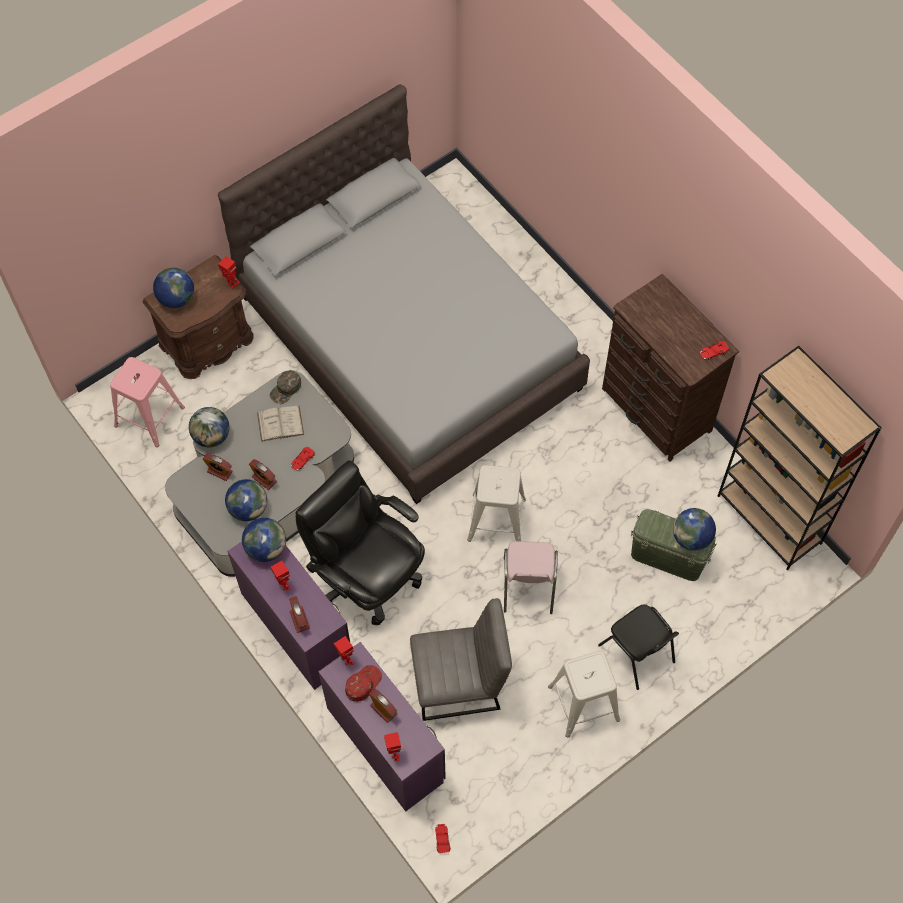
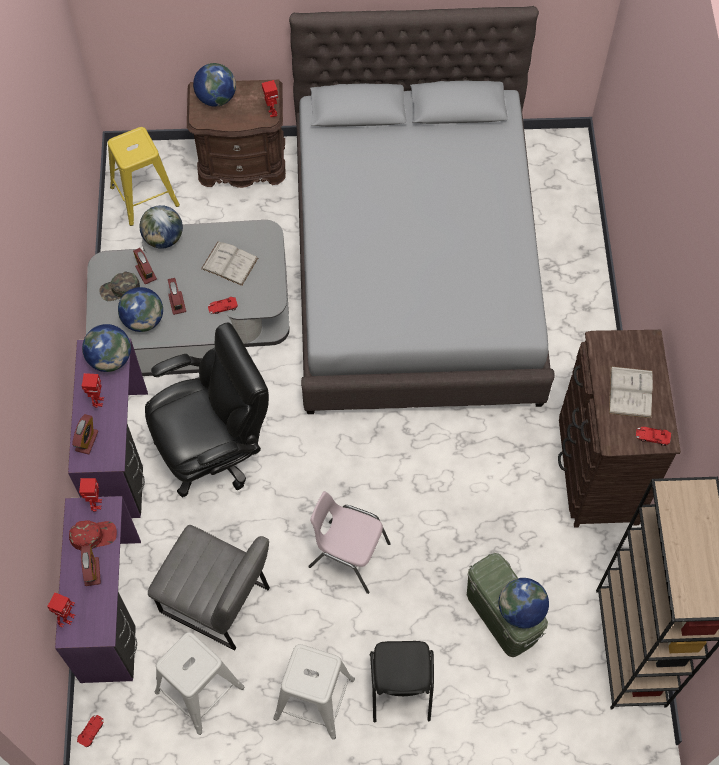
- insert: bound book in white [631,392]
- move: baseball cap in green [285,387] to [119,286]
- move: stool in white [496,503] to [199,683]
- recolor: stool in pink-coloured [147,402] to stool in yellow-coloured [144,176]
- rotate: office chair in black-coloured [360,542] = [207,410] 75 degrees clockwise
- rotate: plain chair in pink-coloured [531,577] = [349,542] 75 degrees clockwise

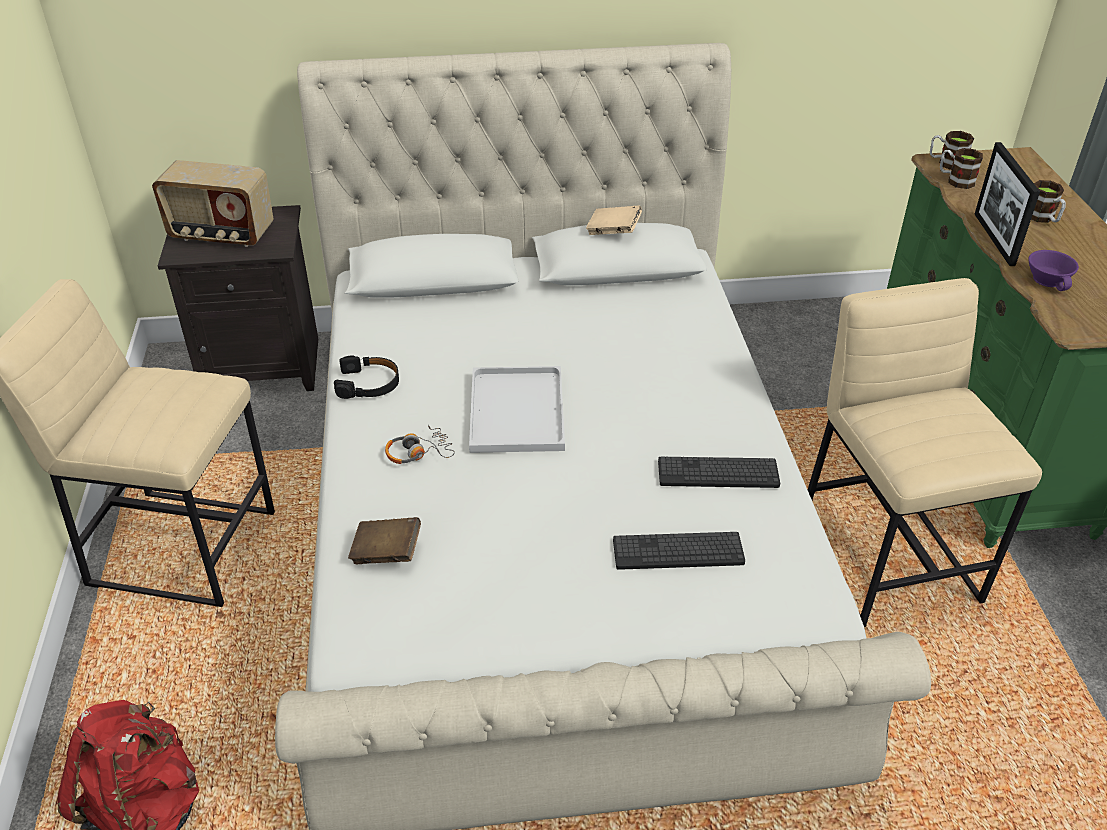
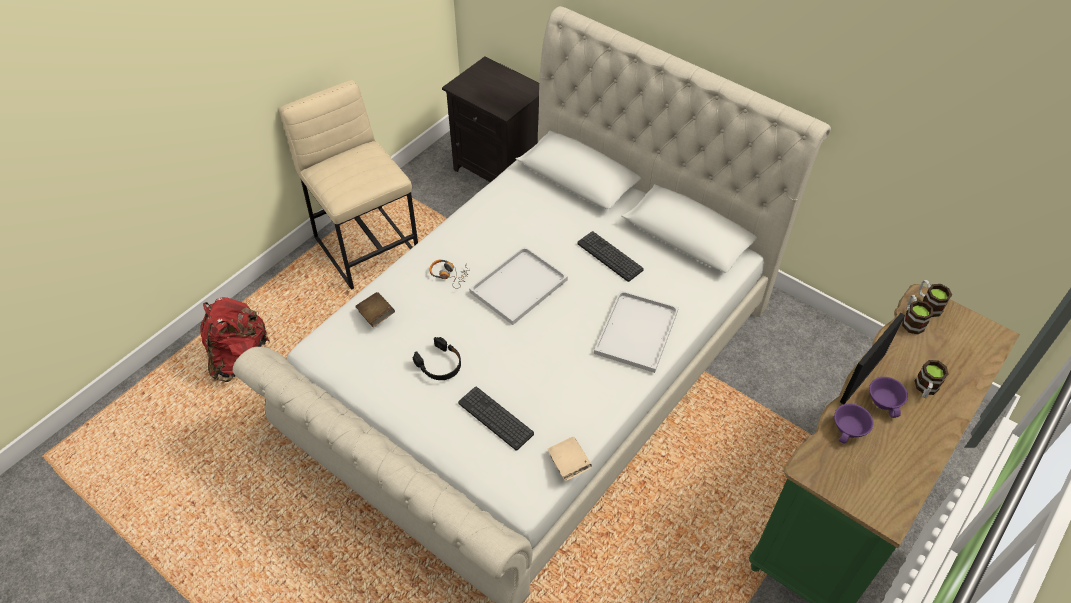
- delete: radio [213,203]
- delete: plain chair in beige-coloured [925,452]
- insert: tray in white [636,331]
- insert: drinking cup in purple-coloured [888,397]
- move: headphones in black-coloured [366,377] to [437,358]
- move: bound book in beige-coloured [614,220] to [569,459]
- move: keyboard [719,472] to [610,256]

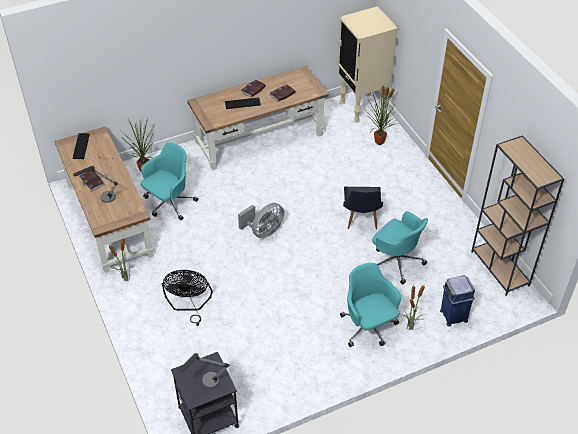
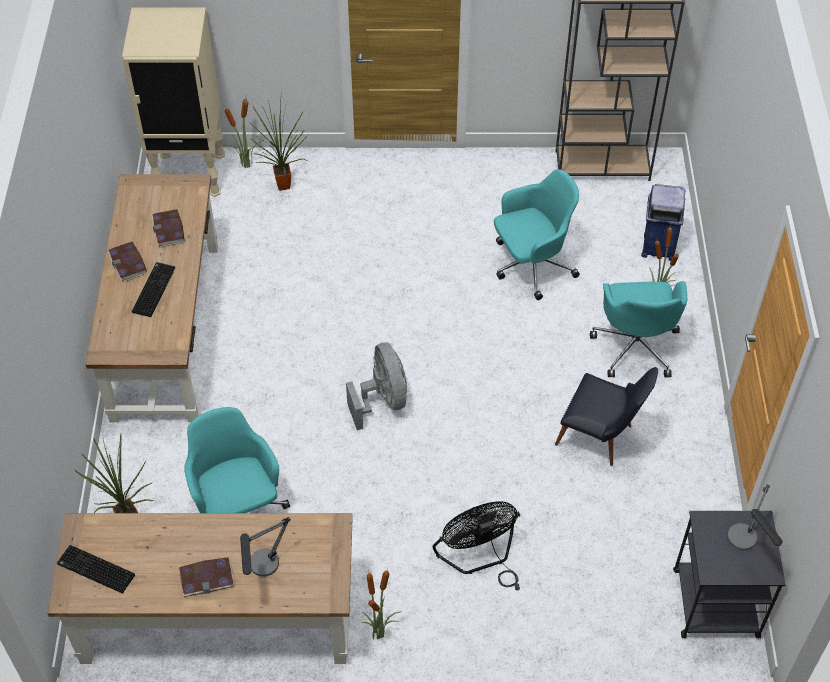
- move: plain chair in black-coloured [363,207] to [606,416]
- rotate: fan in black-coloured [187,298] = [476,546] 45 degrees clockwise
- rotate: office chair in turquoise-coloured [370,305] = [639,329] 90 degrees counterclockwise

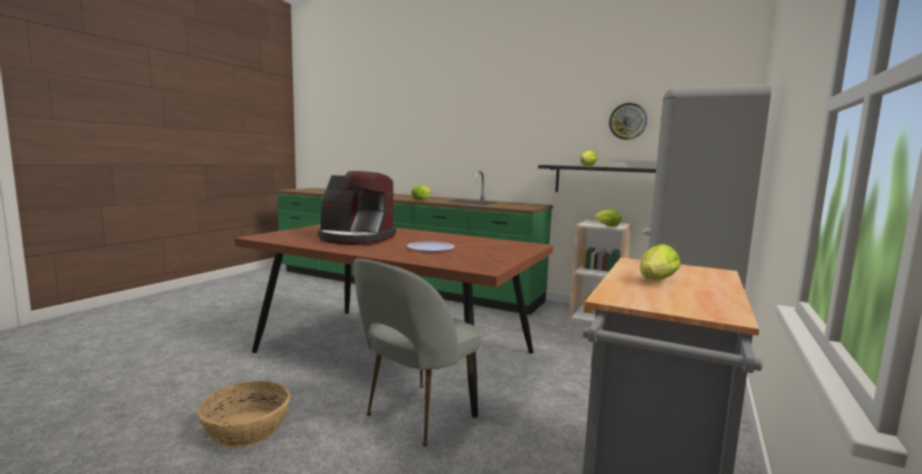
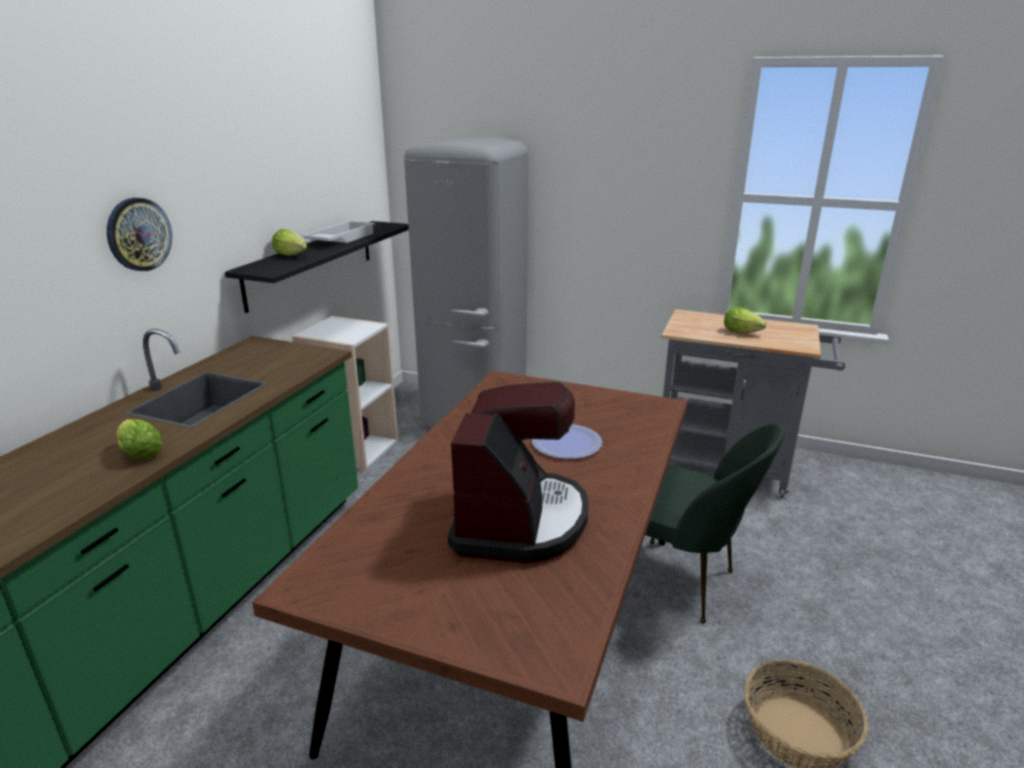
- delete: head of lettuce [607,218]
- move: clock on the wall [628,121] to [139,234]
- recolor: plain chair in gray [417,352] to plain chair in green [715,523]

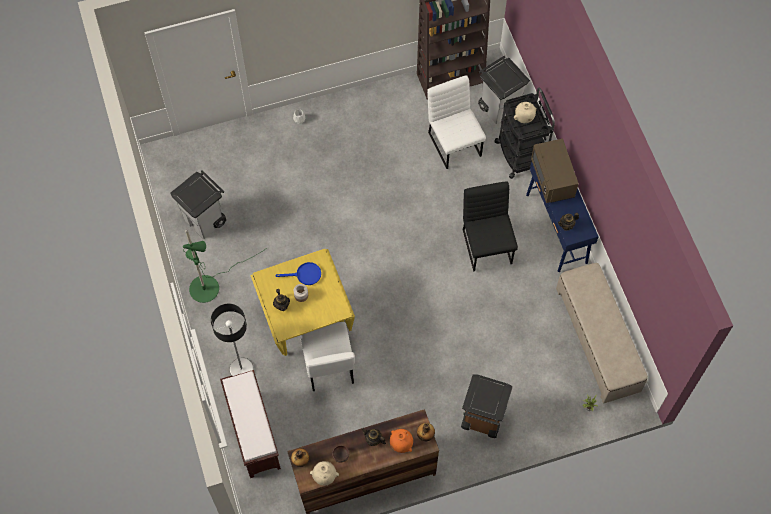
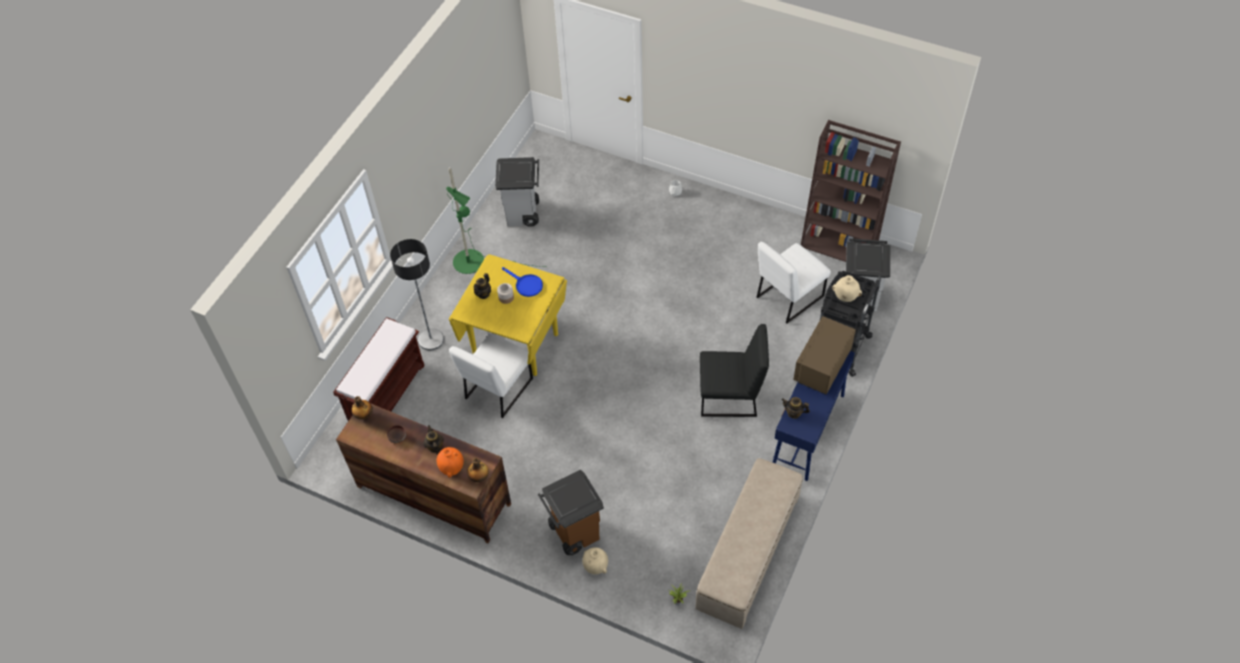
- move: decorative vase in beige-coloured [324,473] to [595,561]
- rotate: plain chair in white [456,122] = [794,282] 150 degrees counterclockwise
- rotate: plain chair in black-coloured [490,226] = [734,370] 60 degrees clockwise

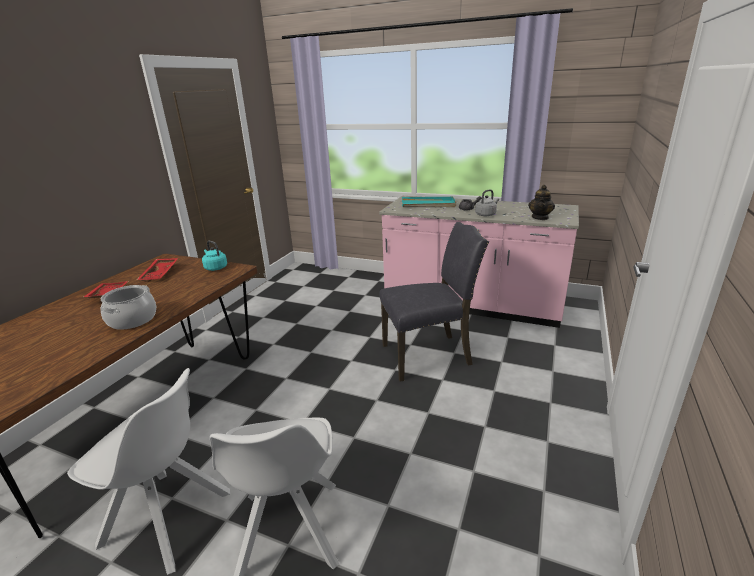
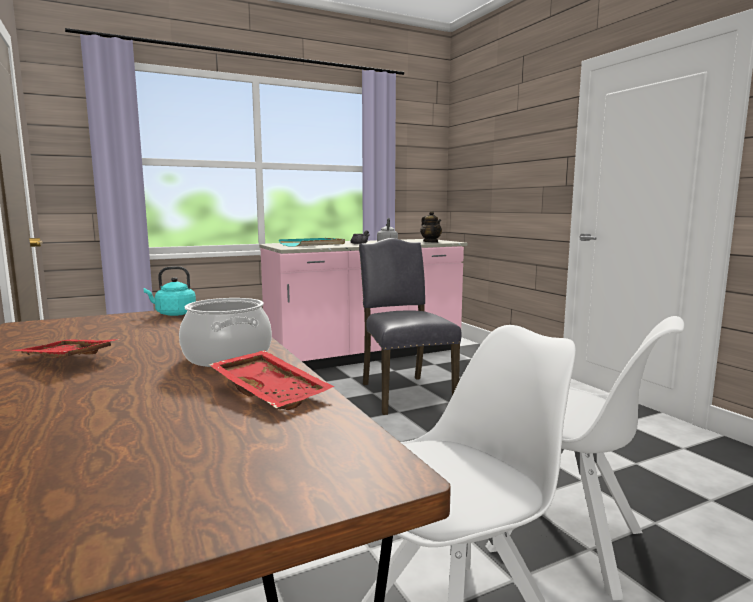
- move: tray in red [157,270] to [271,380]
- rotate: plain chair in gray [434,302] = [410,326] 45 degrees counterclockwise

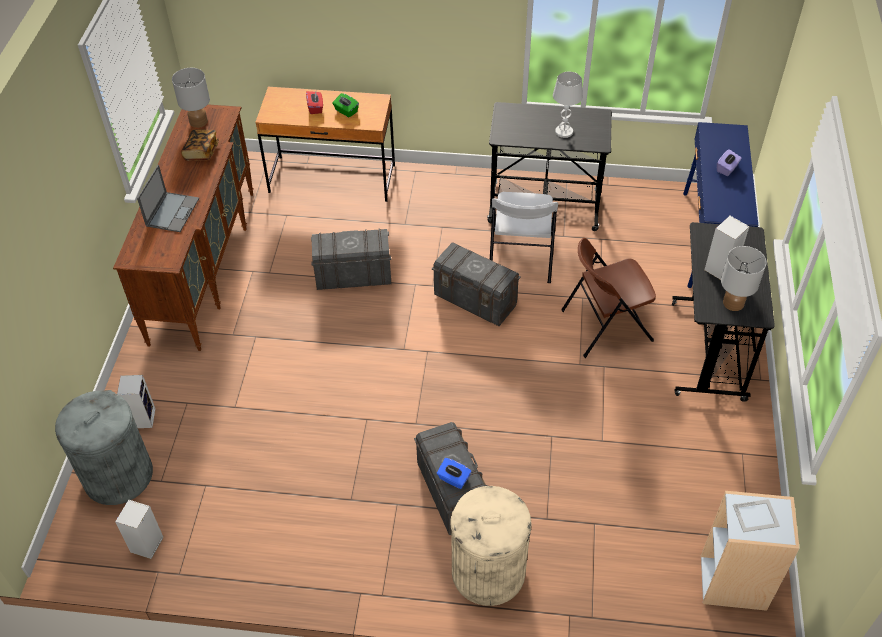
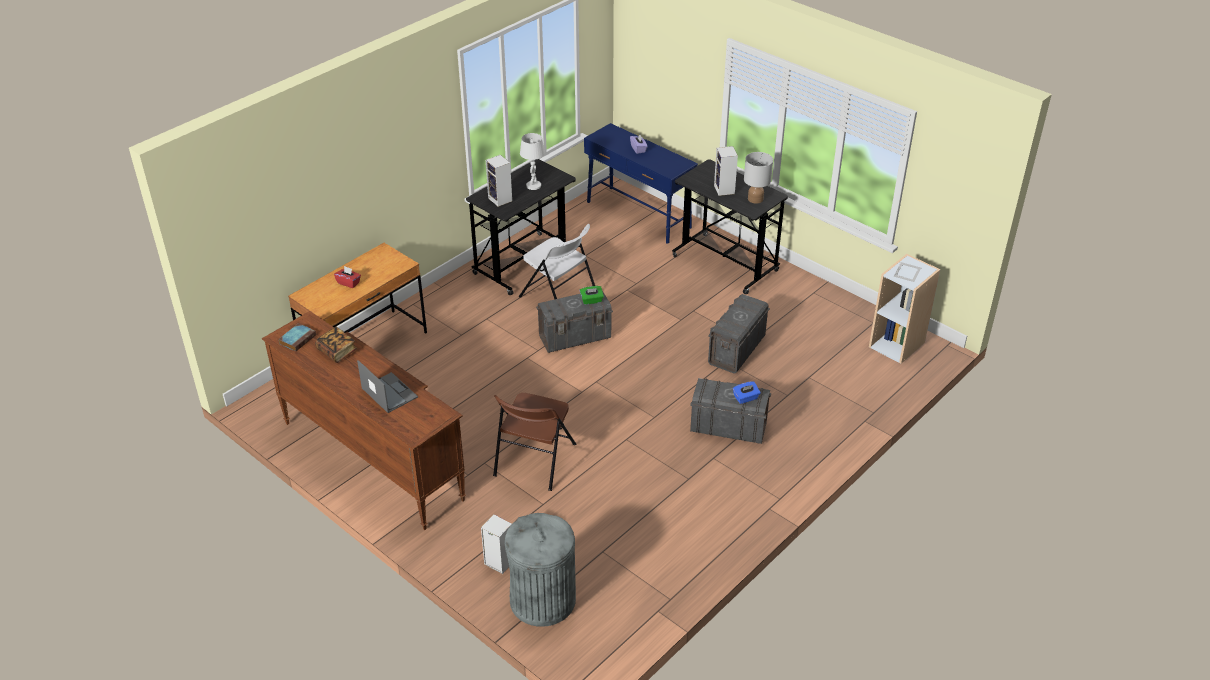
- delete: rubbish bin in beige-coloured [491,546]
- move: speaker [139,529] to [499,181]
- move: storage bin in gray [351,259] to [739,334]
- move: box of tissues in green [345,105] to [592,295]
- move: plain chair in brown-coloured [608,298] to [534,442]
- replace: table lamp in gray [191,98] to bound book [297,337]

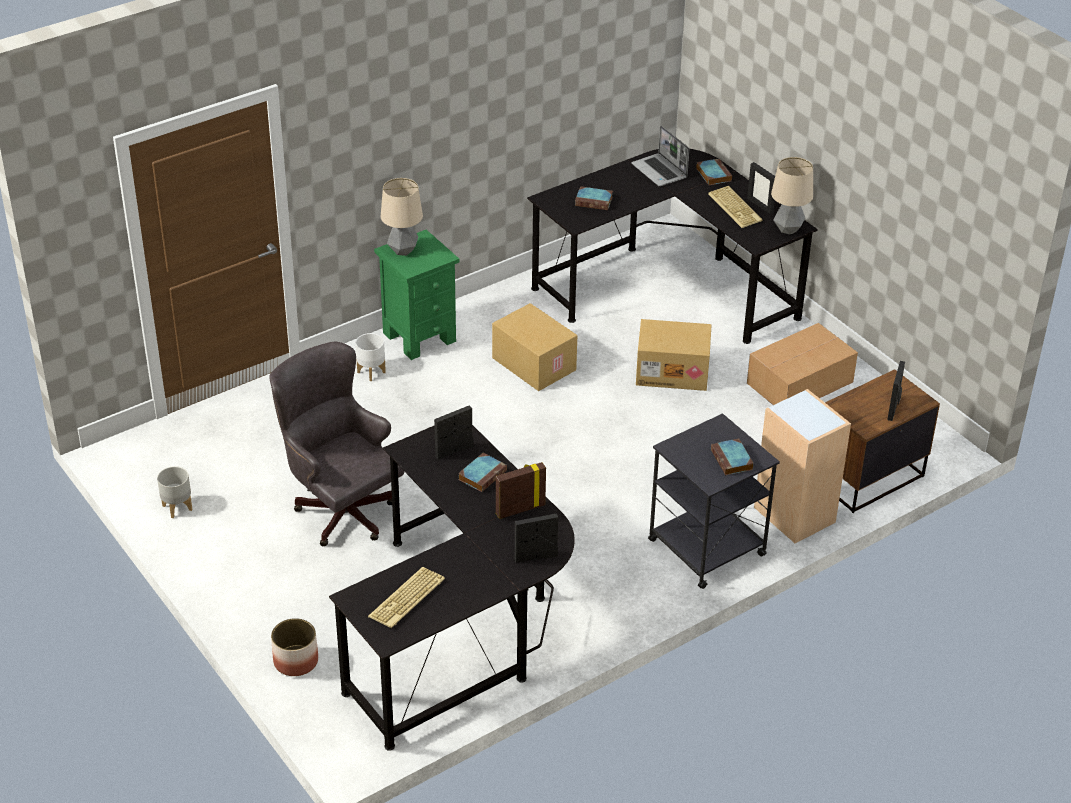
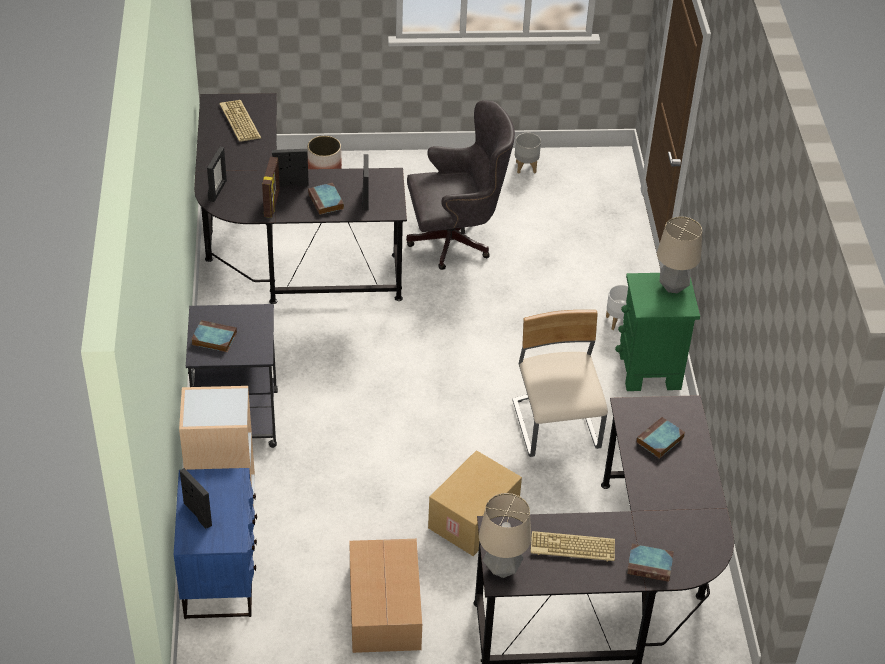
- delete: laptop [660,156]
- move: photo frame [761,188] to [290,167]
- replace: carton [534,347] to plain chair in beige-coloured [560,383]
- recolor: bedside table in brown-coloured [882,441] to bedside table in blue-coloured [215,543]

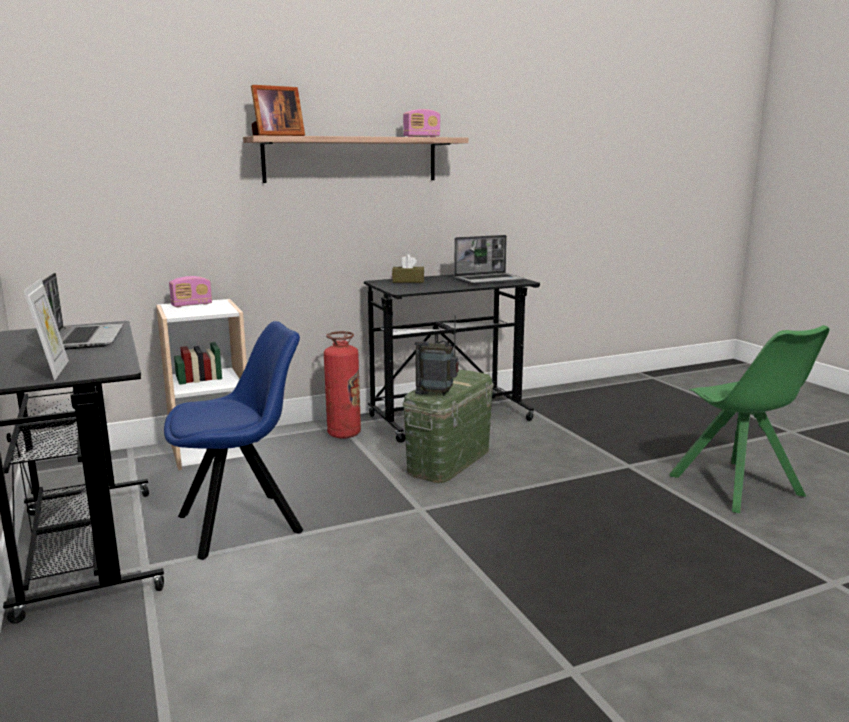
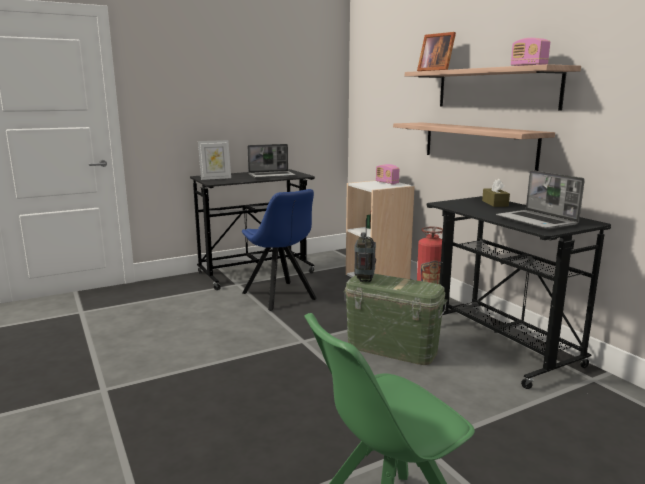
- insert: shelf [474,146]

